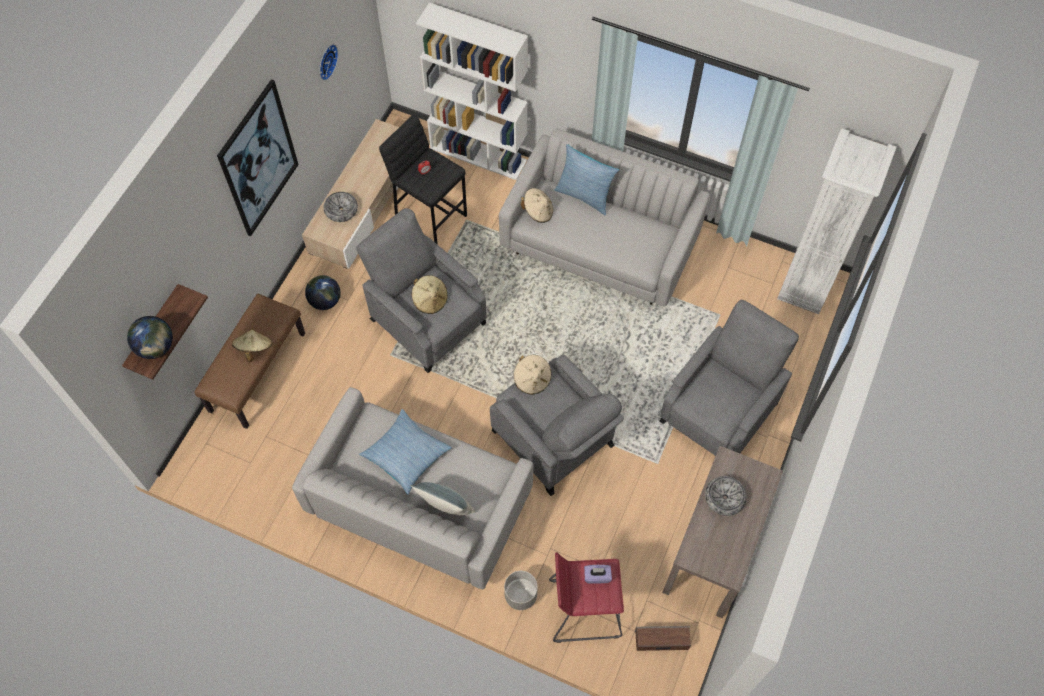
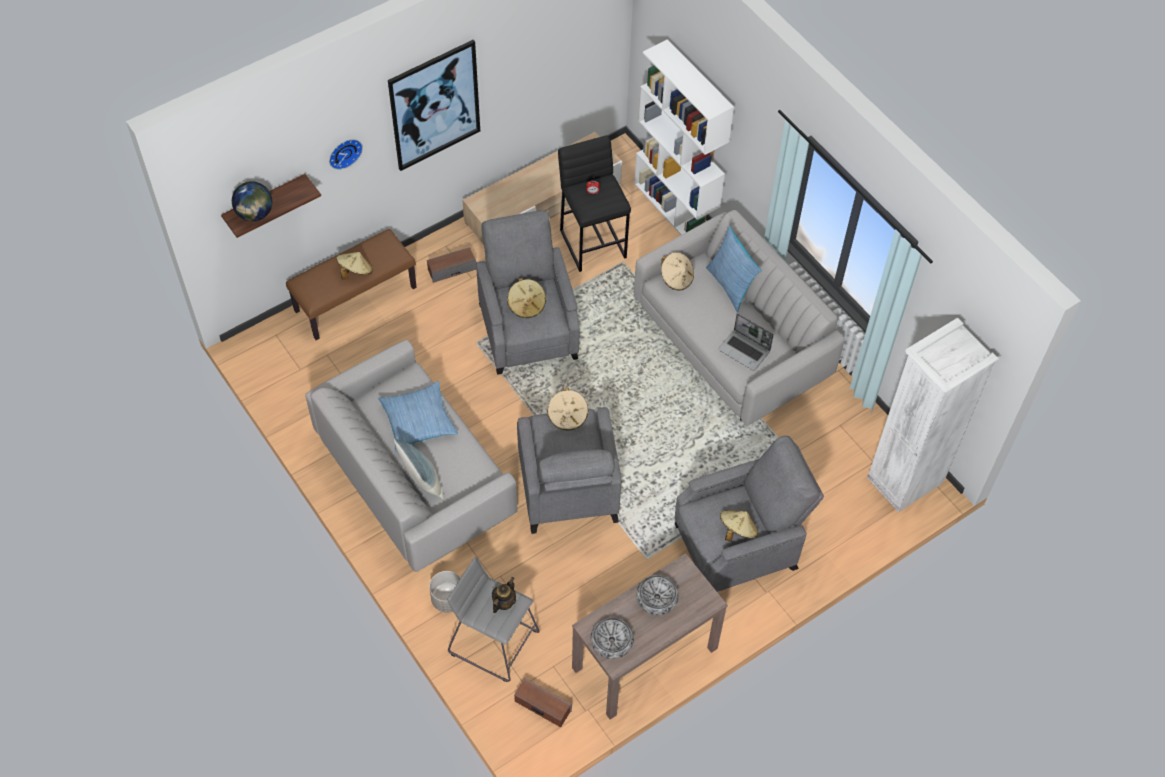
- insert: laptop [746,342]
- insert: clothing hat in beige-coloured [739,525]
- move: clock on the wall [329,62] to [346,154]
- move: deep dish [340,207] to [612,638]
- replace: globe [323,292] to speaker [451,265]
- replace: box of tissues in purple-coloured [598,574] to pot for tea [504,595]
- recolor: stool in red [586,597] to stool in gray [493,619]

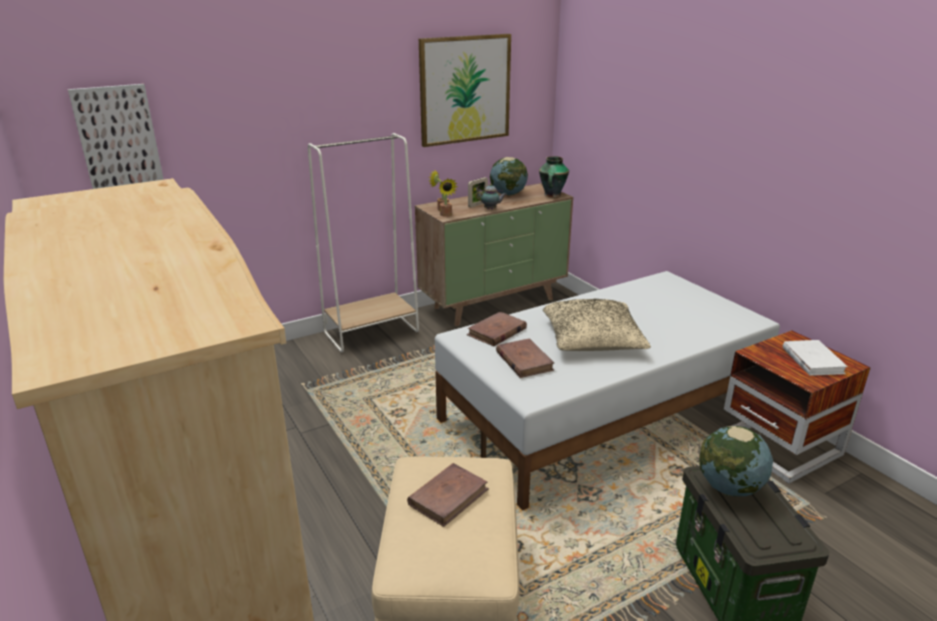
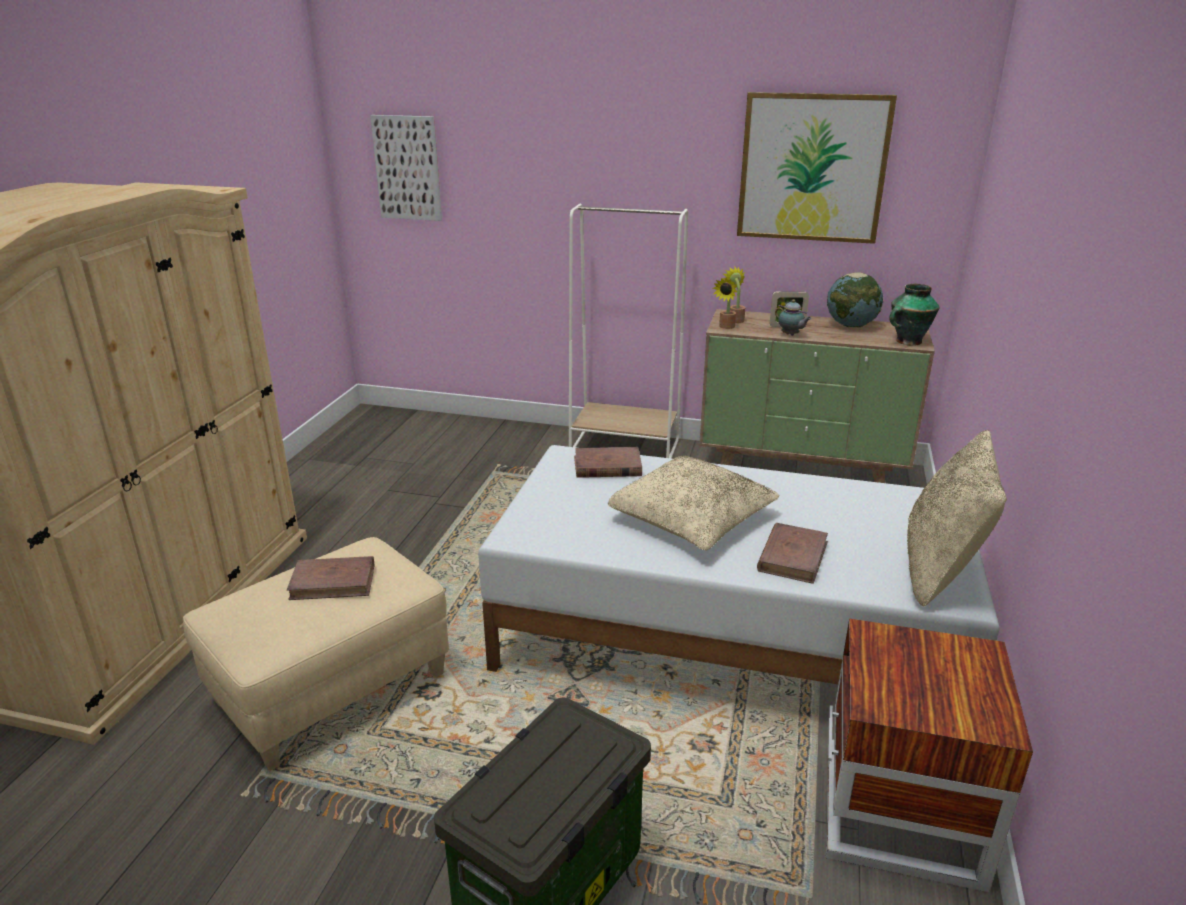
- delete: globe [736,461]
- delete: bound book in white [815,358]
- insert: cushion in beige-coloured [957,518]
- move: bound book in brown-coloured [525,358] to [792,553]

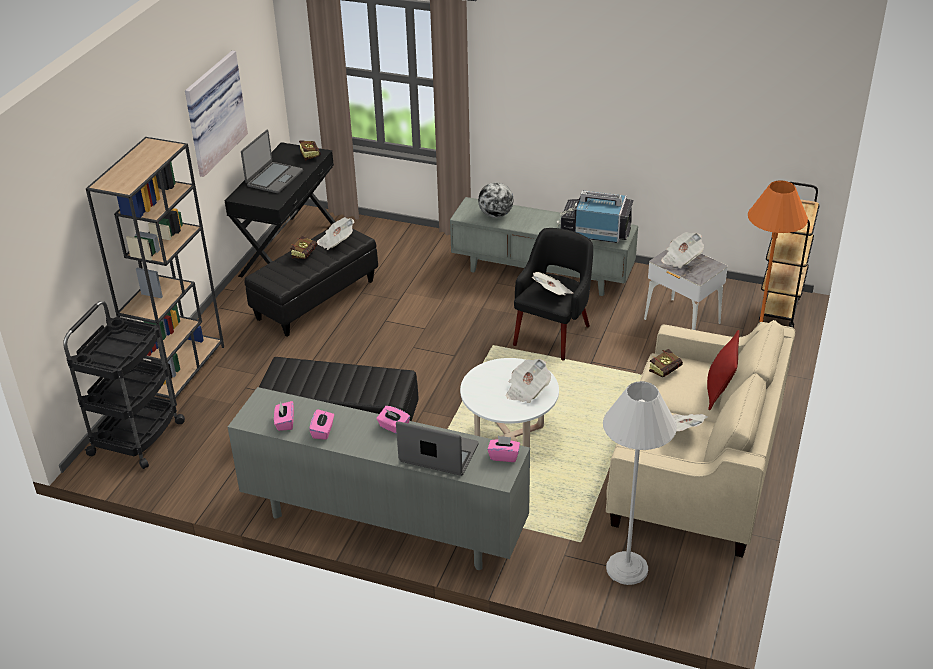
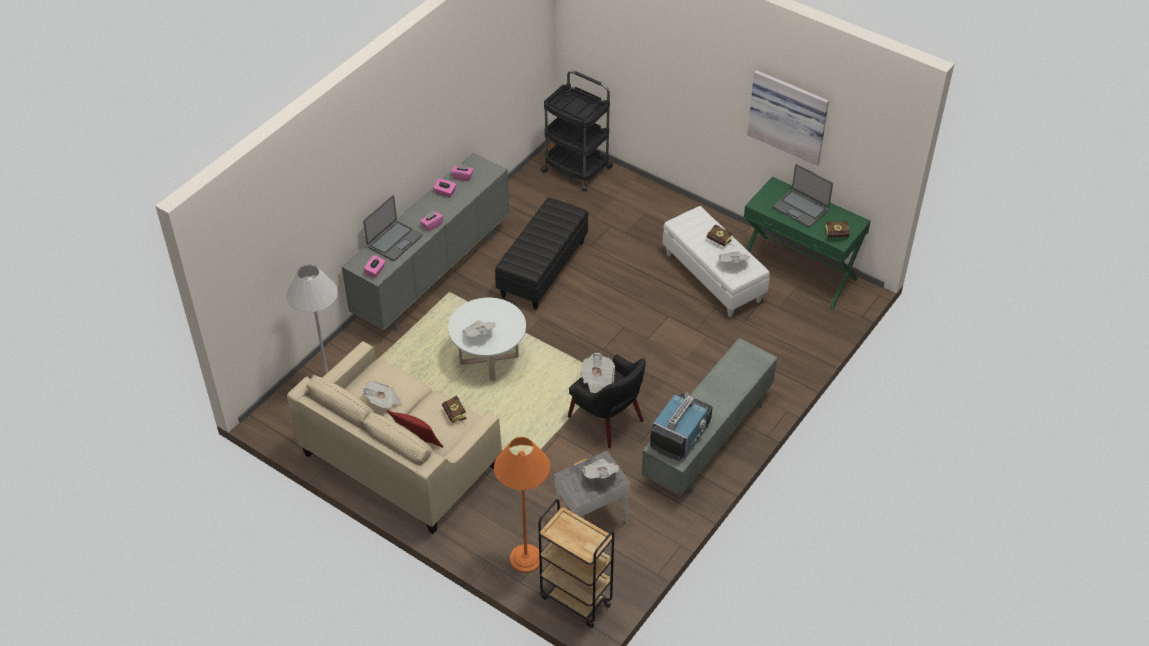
- delete: bookshelf [155,271]
- delete: globe [495,200]
- recolor: narrow table in black-coloured [280,209] to narrow table in green [807,243]
- recolor: ottoman in black-coloured [311,282] to ottoman in white [716,261]

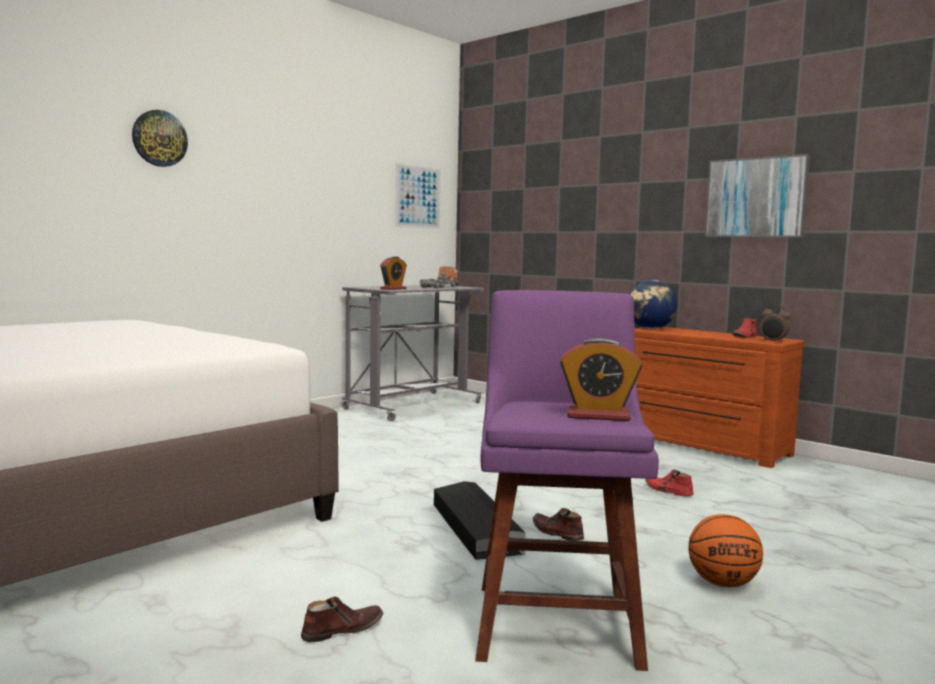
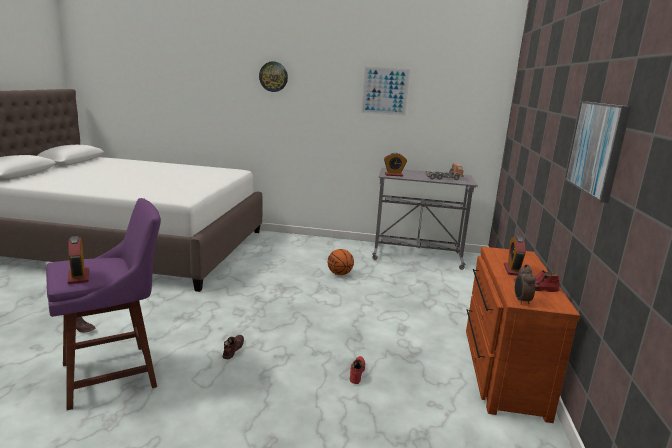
- delete: storage bin in black-coloured [479,520]
- delete: globe [654,304]
- insert: bedside clock [515,256]
- move: wall art [418,196] to [385,91]
- move: basketball [725,551] to [341,262]

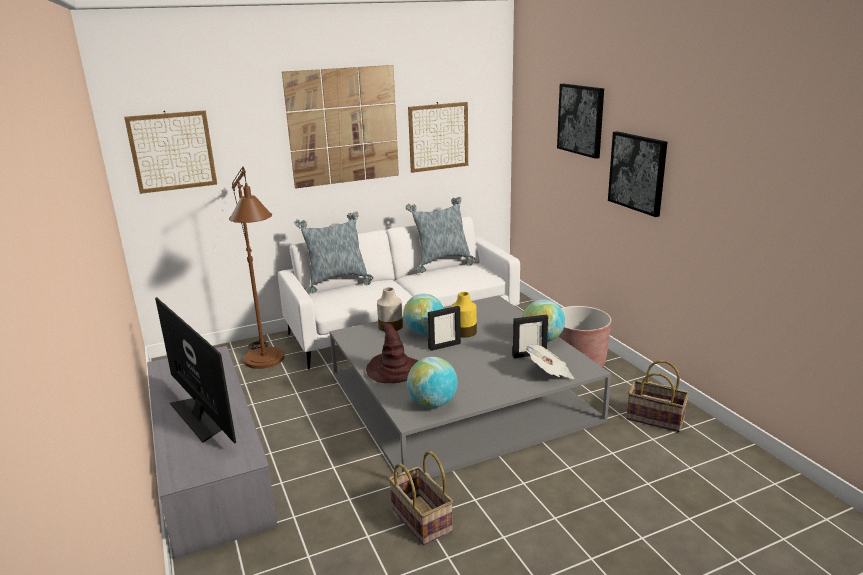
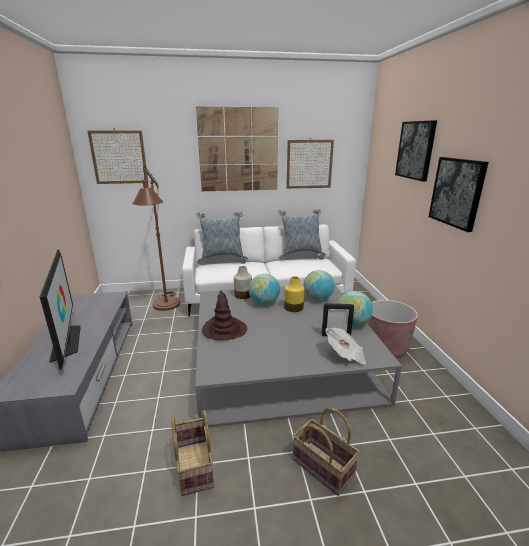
- delete: photo frame [444,328]
- move: globe [432,382] to [319,285]
- move: storage basket [657,396] to [326,452]

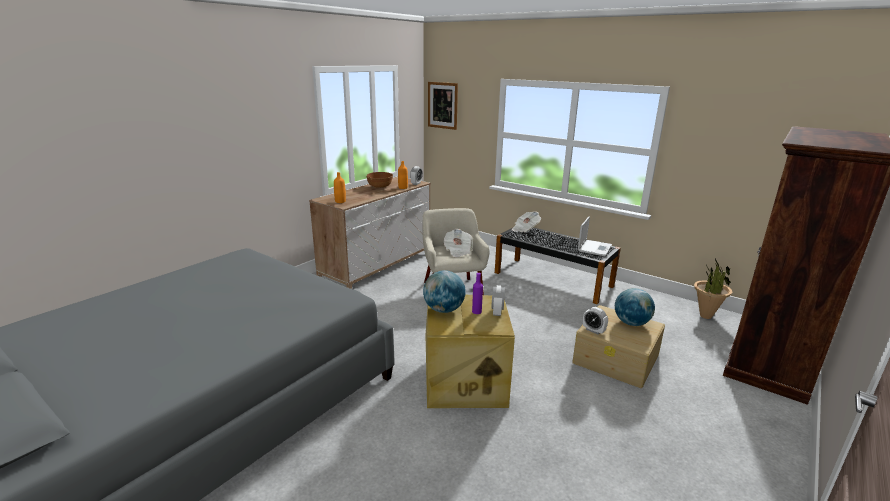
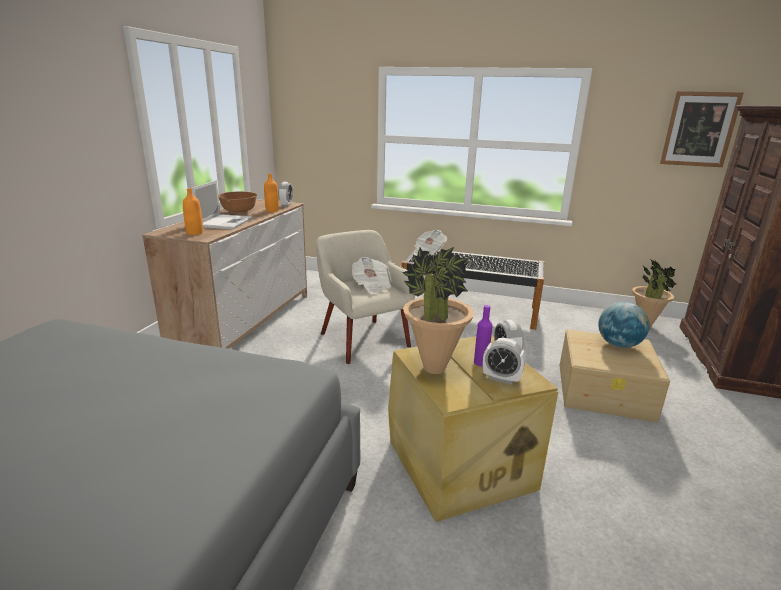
- move: wall art [443,106] to [701,129]
- move: laptop [595,236] to [222,204]
- move: bedside clock [595,321] to [504,361]
- replace: globe [444,291] to potted plant [438,310]

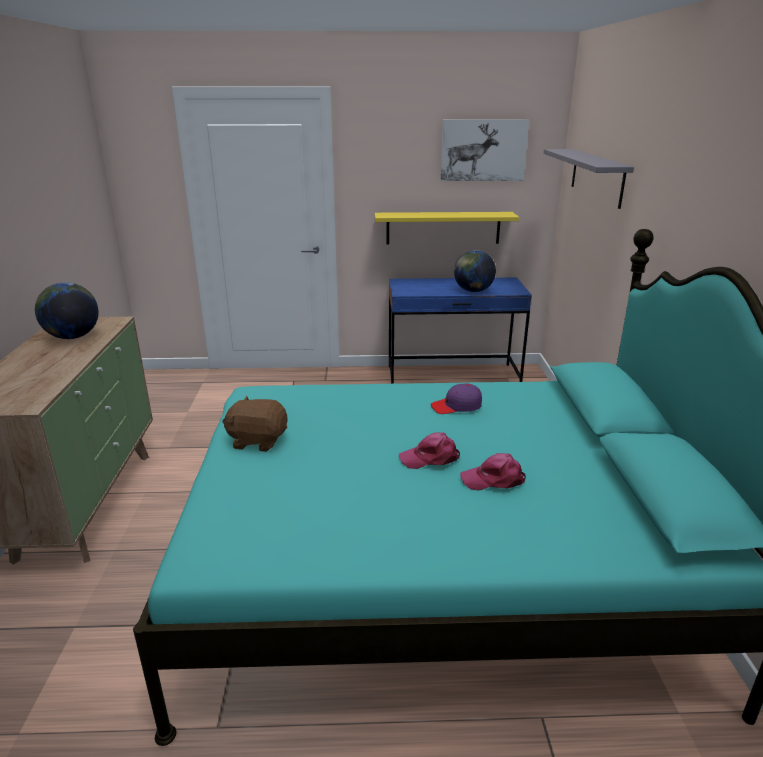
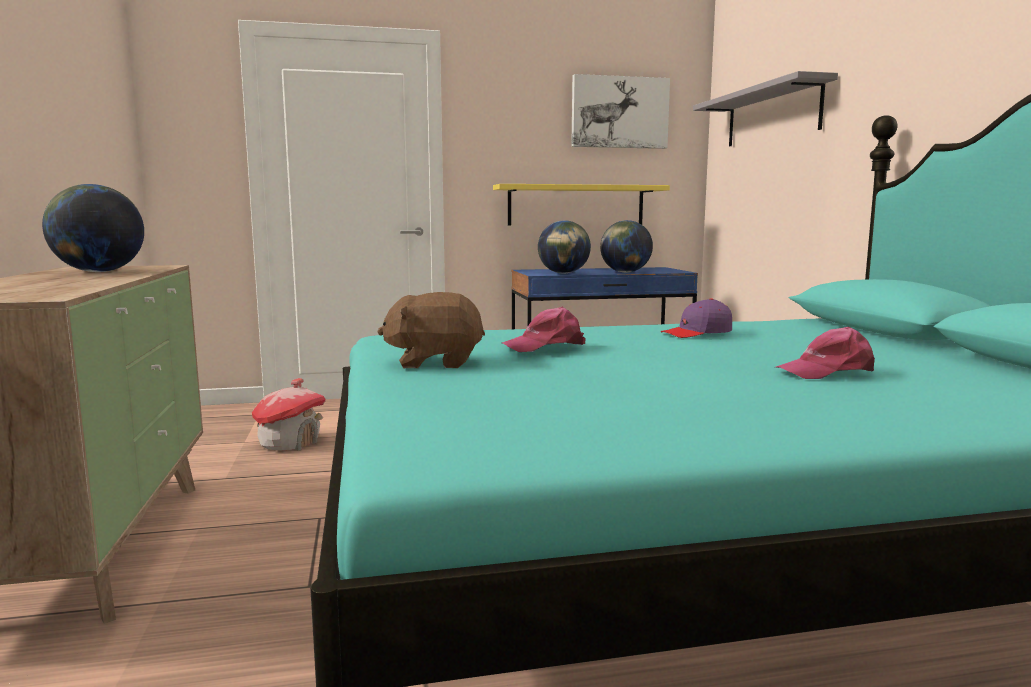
- insert: model house [289,414]
- insert: globe [564,247]
- move: baseball cap in pink-coloured [429,450] to [543,329]

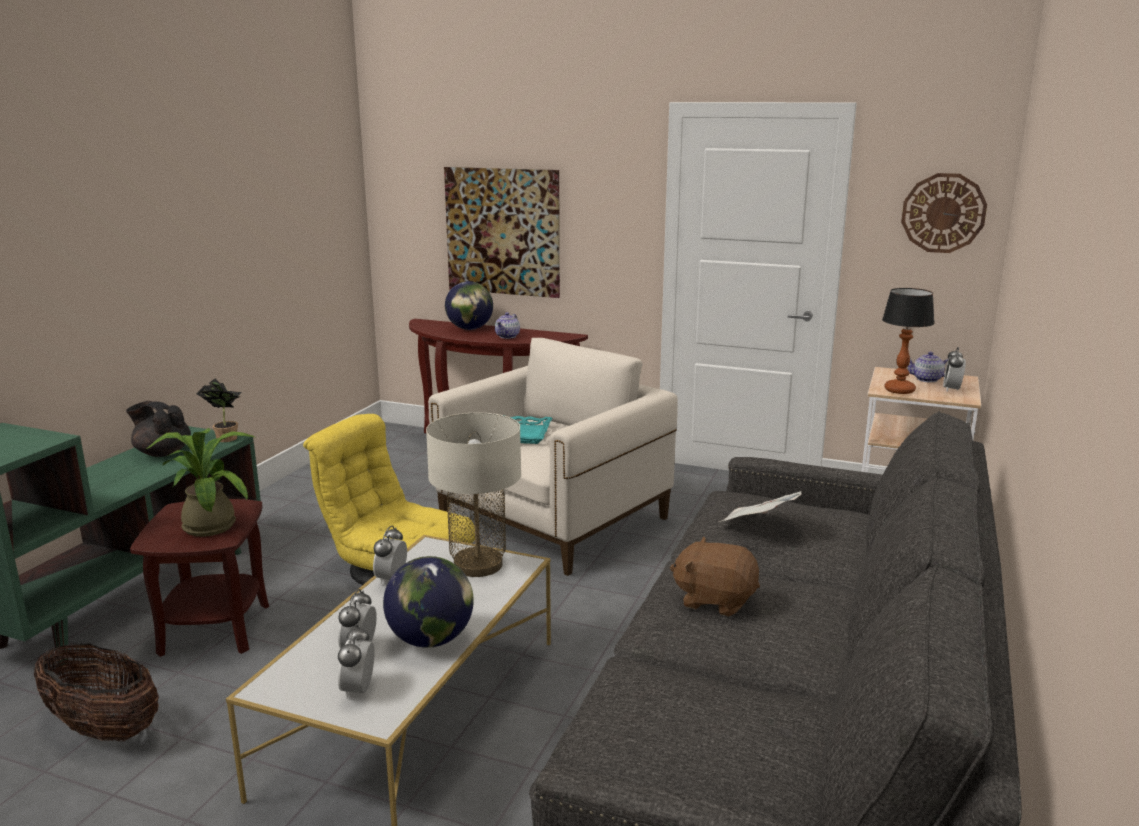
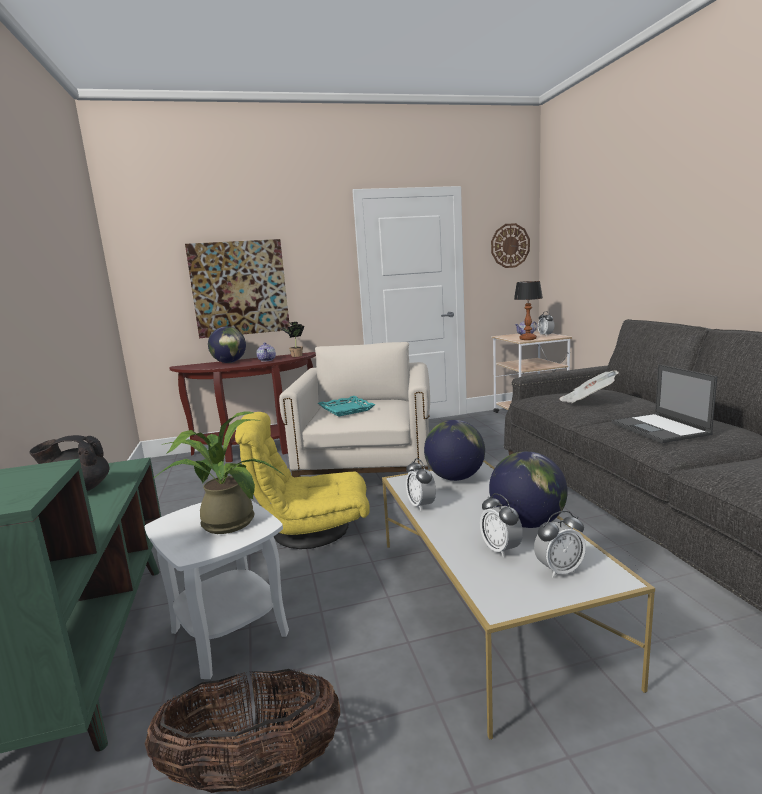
- move: potted plant [219,410] to [292,339]
- replace: table lamp [473,495] to globe [454,450]
- replace: cuddly toy in brown-coloured [715,576] to laptop [664,403]
- recolor: end table in brown-coloured [199,578] to end table in white [217,589]
- rotate: bedside clock [356,662] = [560,544] 75 degrees counterclockwise

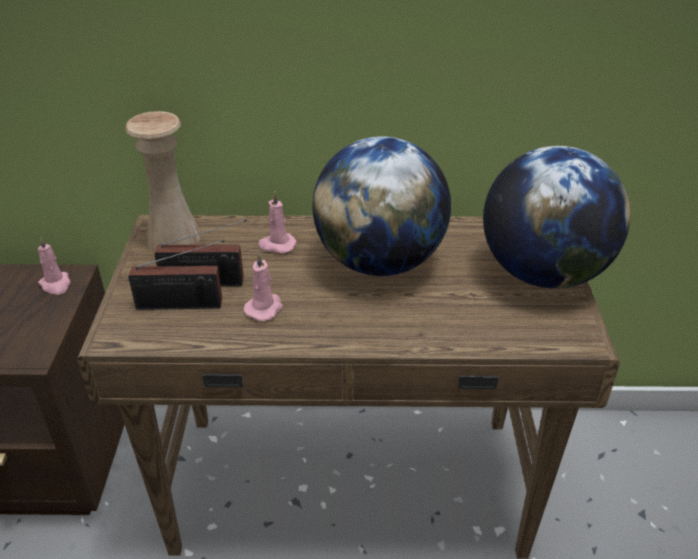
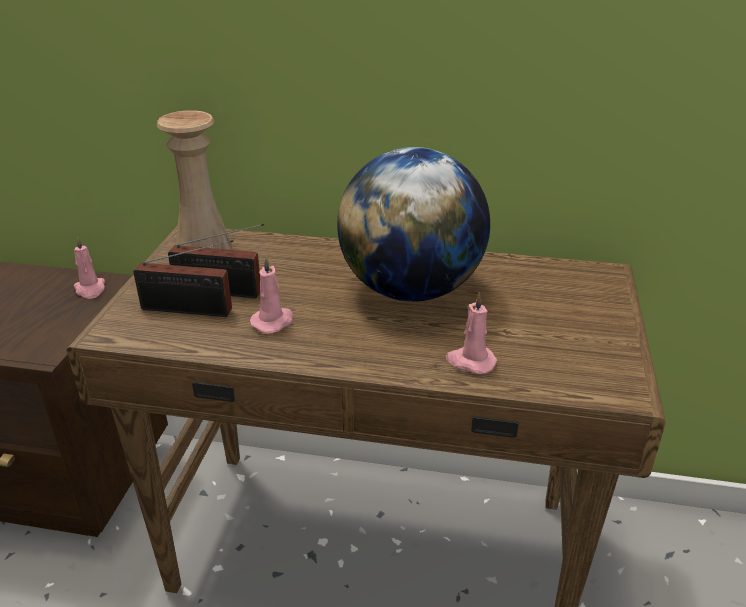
- delete: globe [556,217]
- move: wax light in pink-coloured [277,222] to [471,333]

